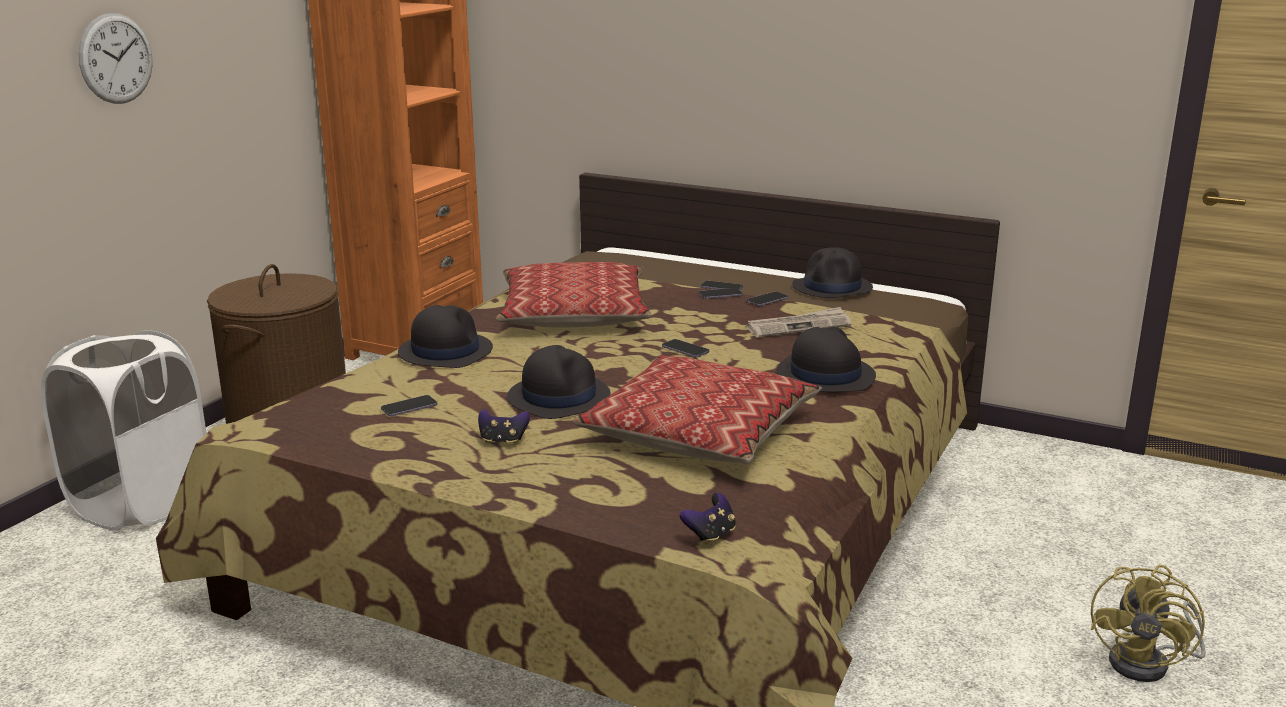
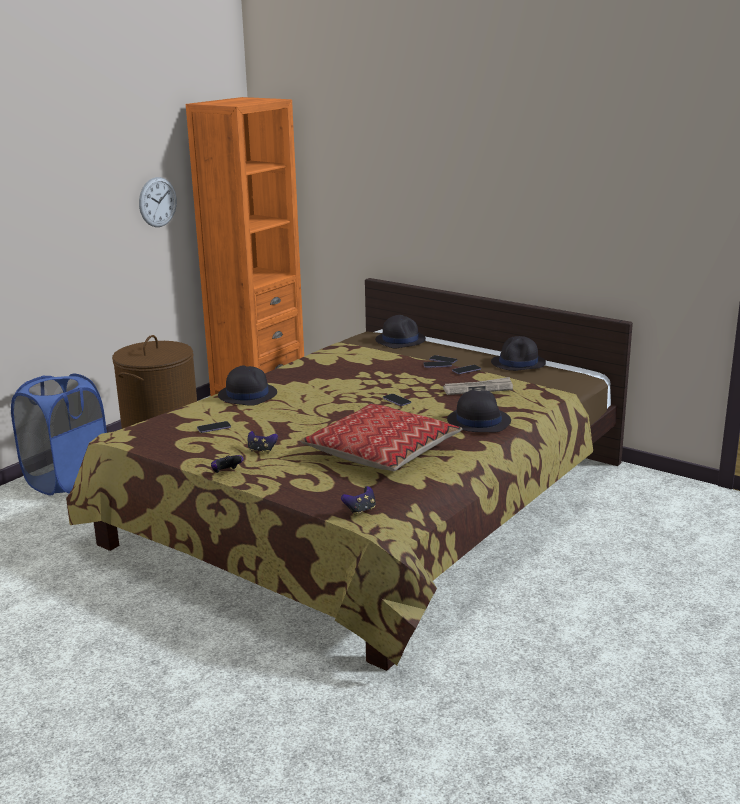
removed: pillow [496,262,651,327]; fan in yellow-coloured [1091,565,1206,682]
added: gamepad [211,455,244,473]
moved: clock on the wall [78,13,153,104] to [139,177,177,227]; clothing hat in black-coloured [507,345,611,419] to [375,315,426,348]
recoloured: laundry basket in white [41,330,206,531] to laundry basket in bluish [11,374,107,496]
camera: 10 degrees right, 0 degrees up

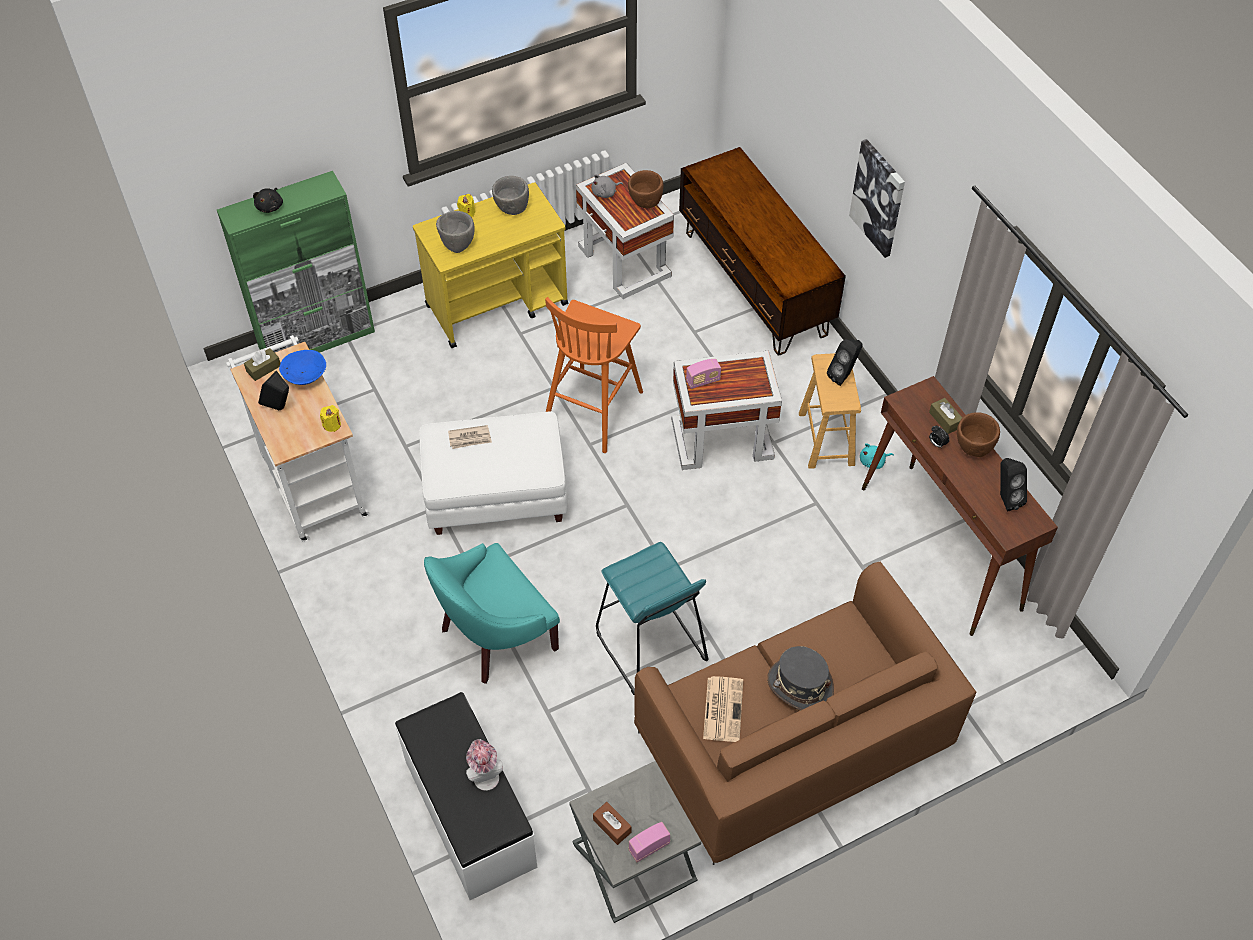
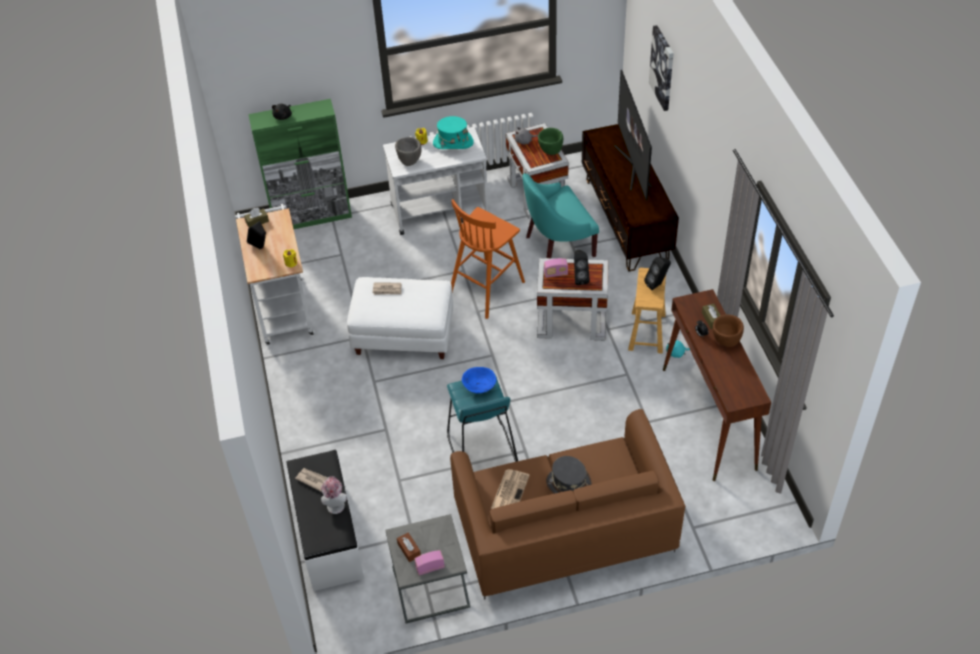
added: newspaper [295,468,327,492]; TV [614,70,652,201]
moved: bowl in bluish [279,350,326,385] to [462,367,496,393]; easy chair in turquoise-coloured [424,543,560,684] to [523,173,599,258]; speaker in black-coloured [1000,458,1027,512] to [574,250,590,285]; wall art [849,139,905,258] to [649,25,674,111]
replaced: bowl in gray [492,176,529,215] to clothing hat in turquoise-coloured [433,116,474,149]
recoloured: wheeled cart in yellow-coloured [413,182,568,348] to wheeled cart in white [383,127,488,235]; bowl in brownish [628,170,663,208] to bowl in green [538,128,563,155]
camera: 15 degrees right, 5 degrees down

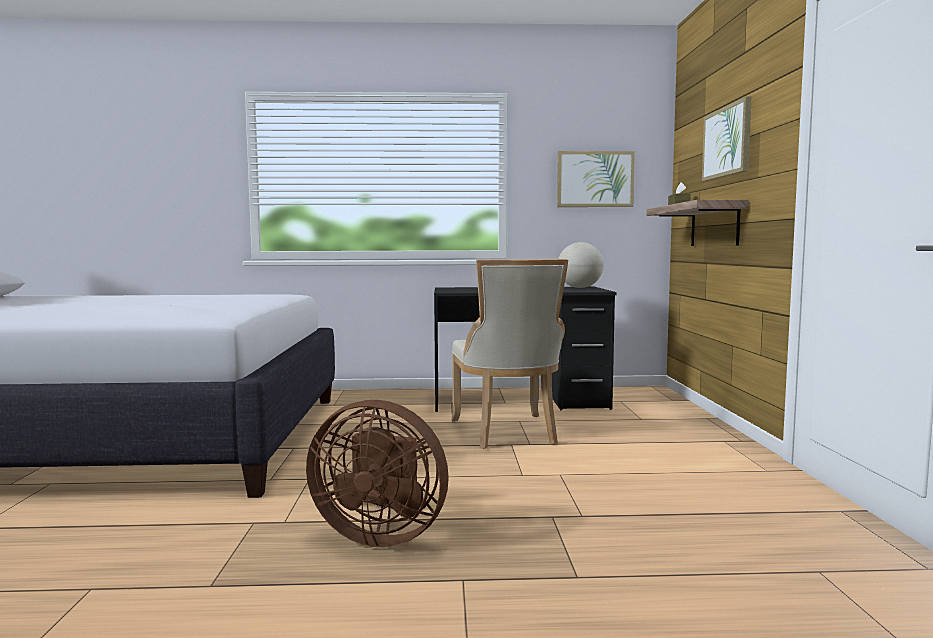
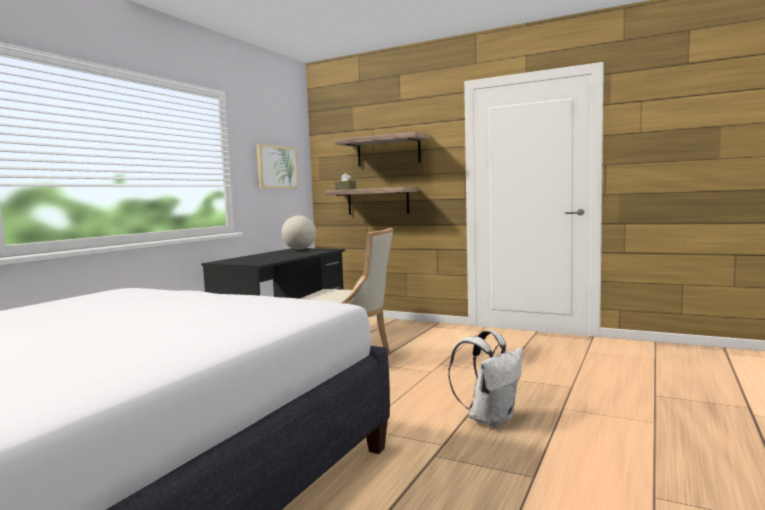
replaced: wall art [702,96,752,181] to bracket shelf [334,132,429,166]; fan in brownish [306,400,449,547] to backpack in white [448,330,523,428]
camera: 60 degrees left, 0 degrees up

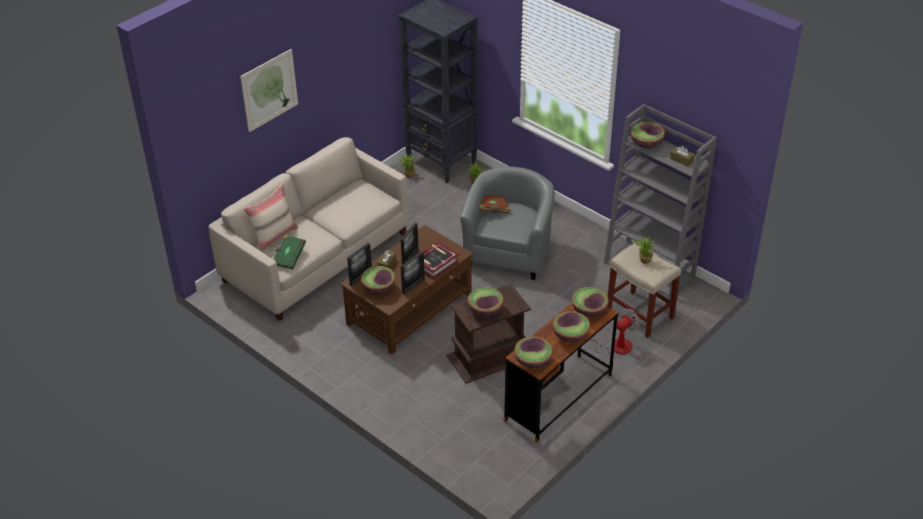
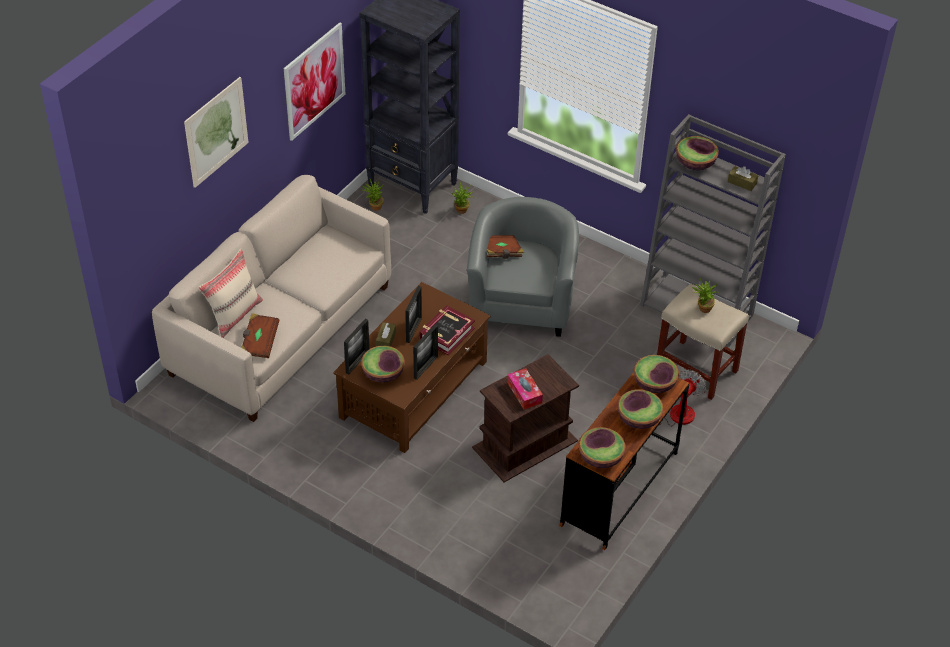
added: wall art [284,22,345,141]
replaced: bowl [468,287,504,317] to tissue holder [507,368,543,409]
recoloured: book in green [273,235,306,269] to book in brownish [241,313,280,358]
camera: 10 degrees left, 5 degrees up

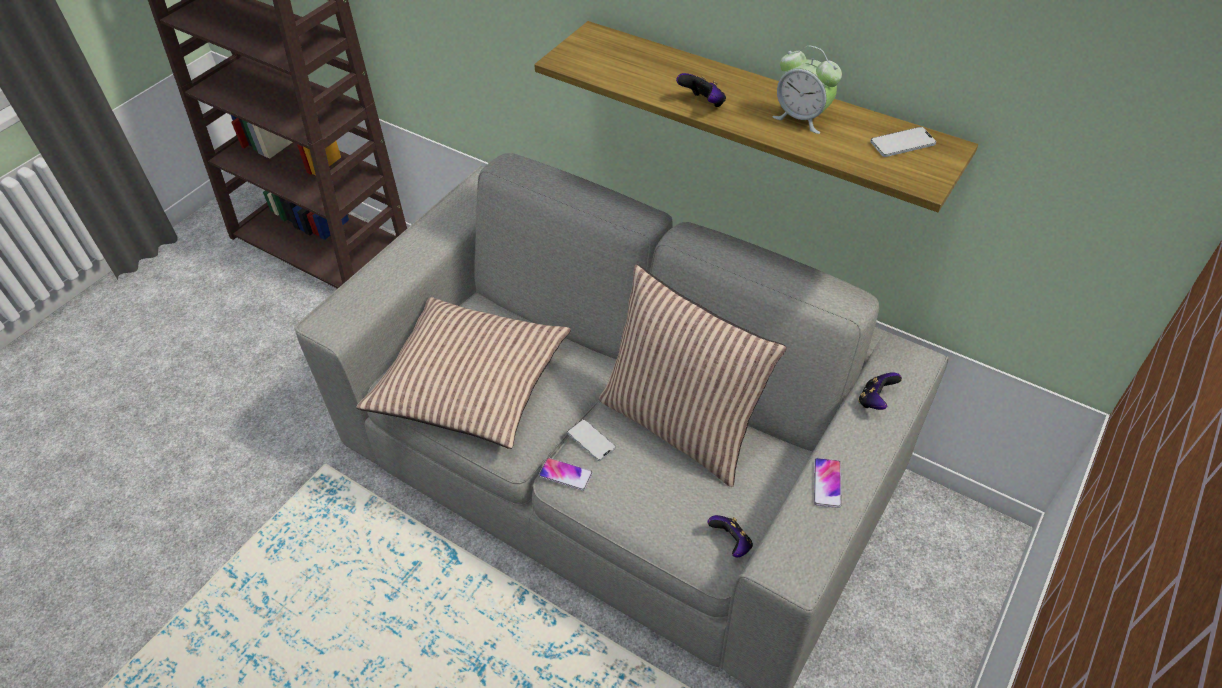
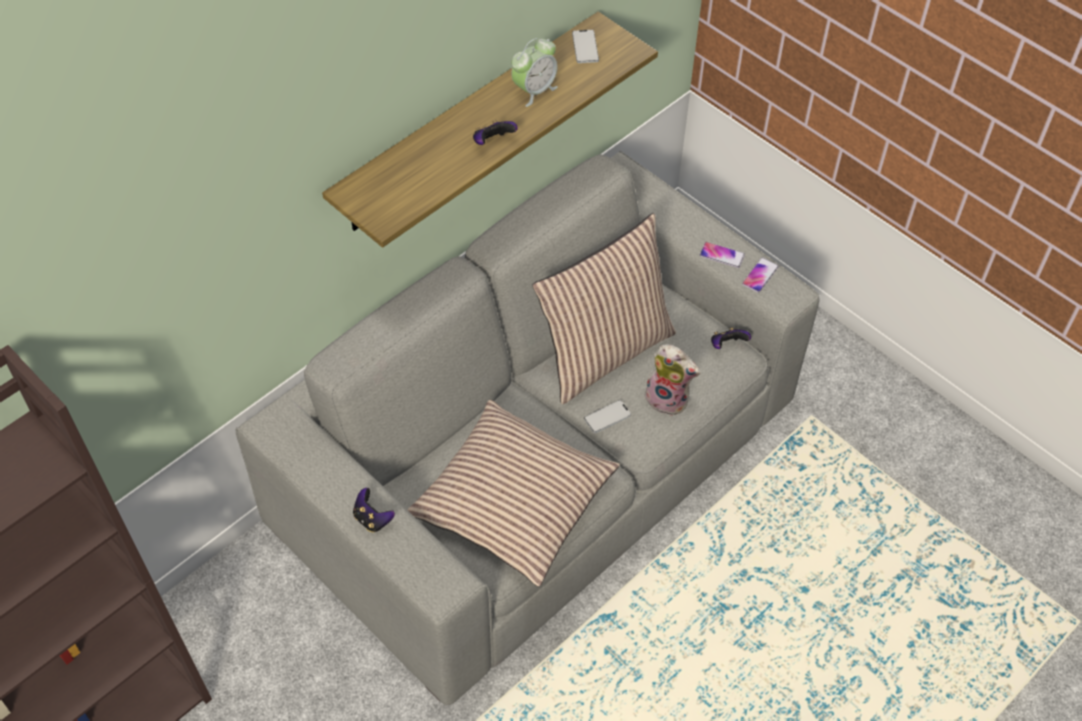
added: plush toy [645,344,700,416]
moved: gamepad [859,372,902,410] to [353,488,395,532]; handset [539,458,593,491] to [742,257,779,293]
camera: 80 degrees left, 5 degrees up

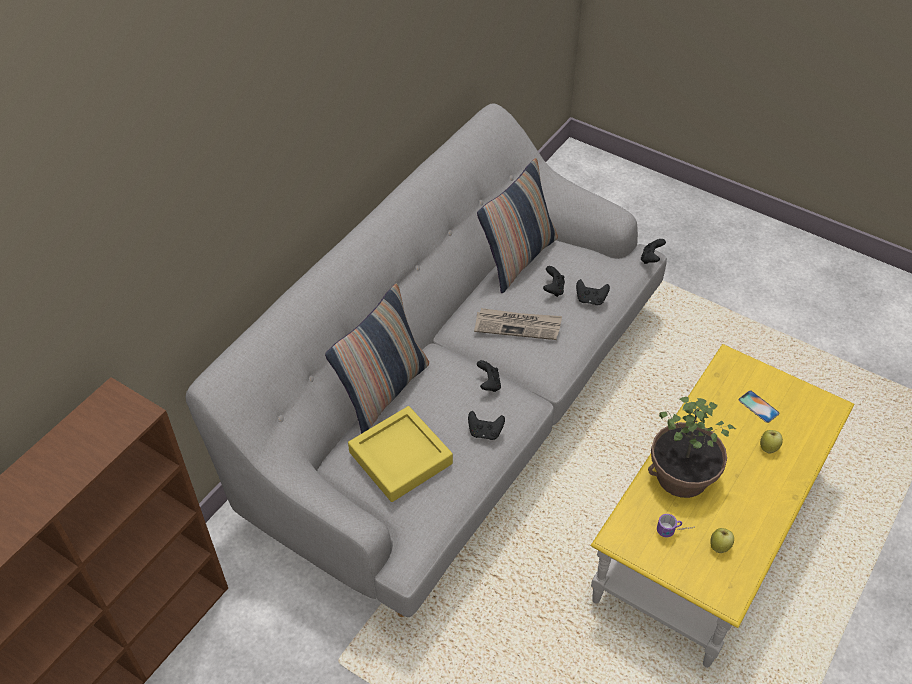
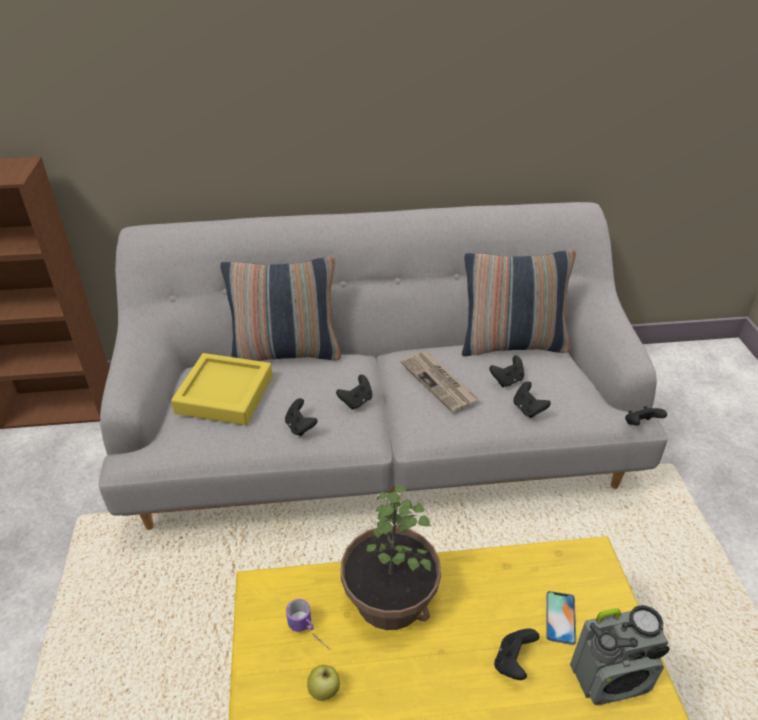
added: radio set [570,605,670,705]
replaced: apple [760,430,783,454] to gamepad in black-coloured [494,629,539,680]
camera: 50 degrees right, 10 degrees down

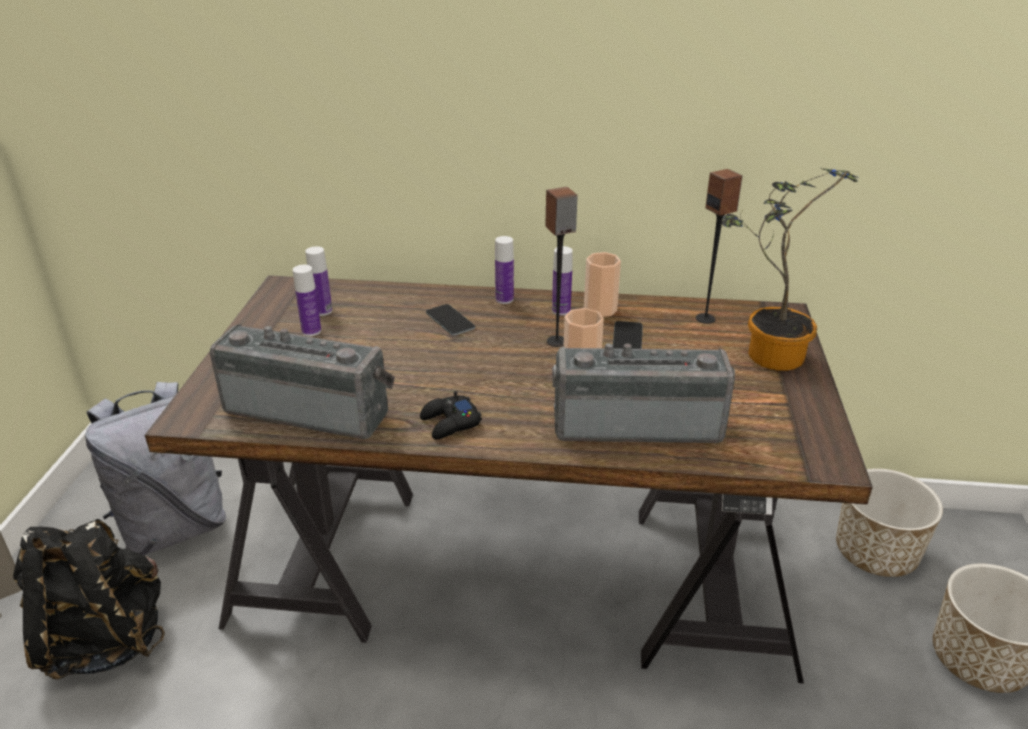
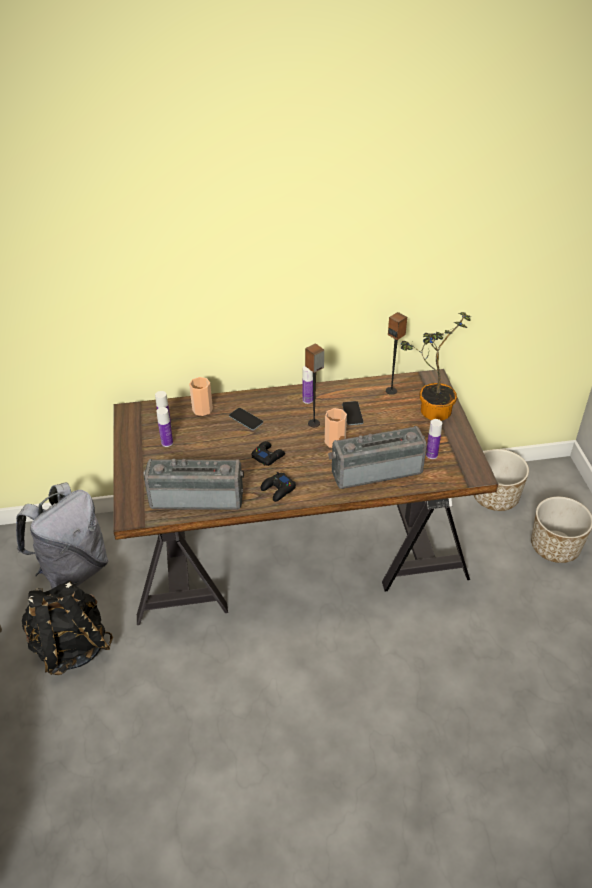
added: gamepad in black-coloured [251,441,285,466]
moved: small cup [584,252,621,317] to [189,377,213,416]; drink bottle [495,236,514,304] to [426,419,442,459]
camera: 15 degrees left, 10 degrees up

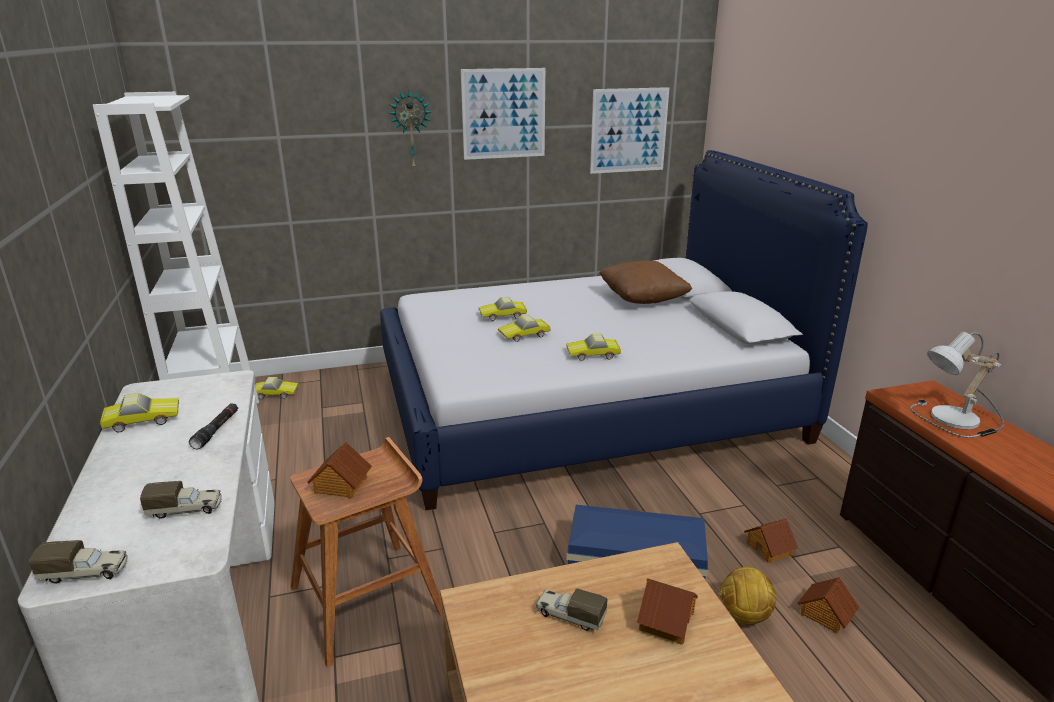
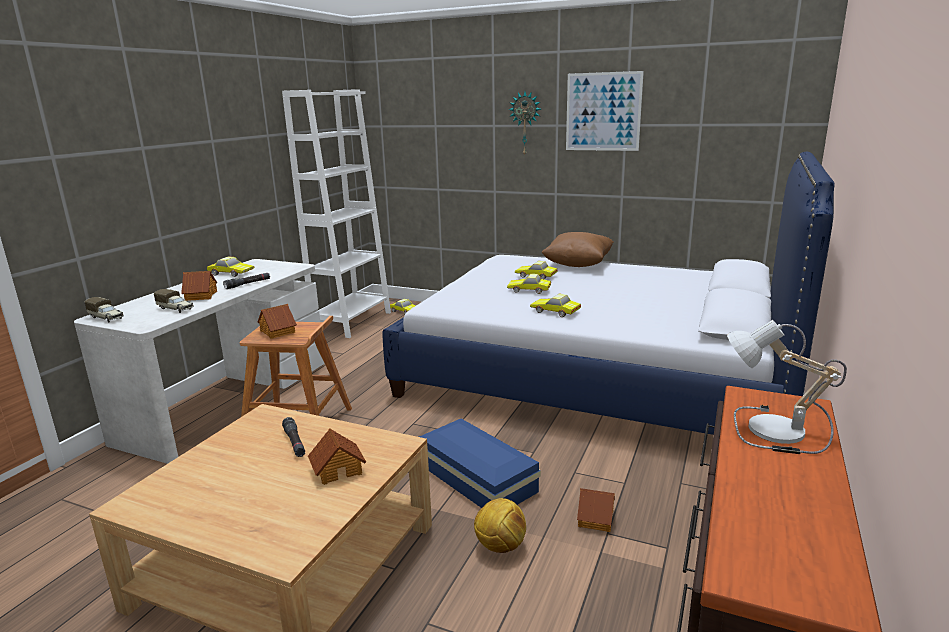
removed: wall art [590,87,669,174]
moved: model house [798,577,859,634] to [181,271,217,301]; pillow in brownish [599,261,692,304] to [541,232,614,267]
replaced: model truck [536,588,608,631] to torch in black-coloured [282,417,305,457]
camera: 40 degrees right, 5 degrees down

